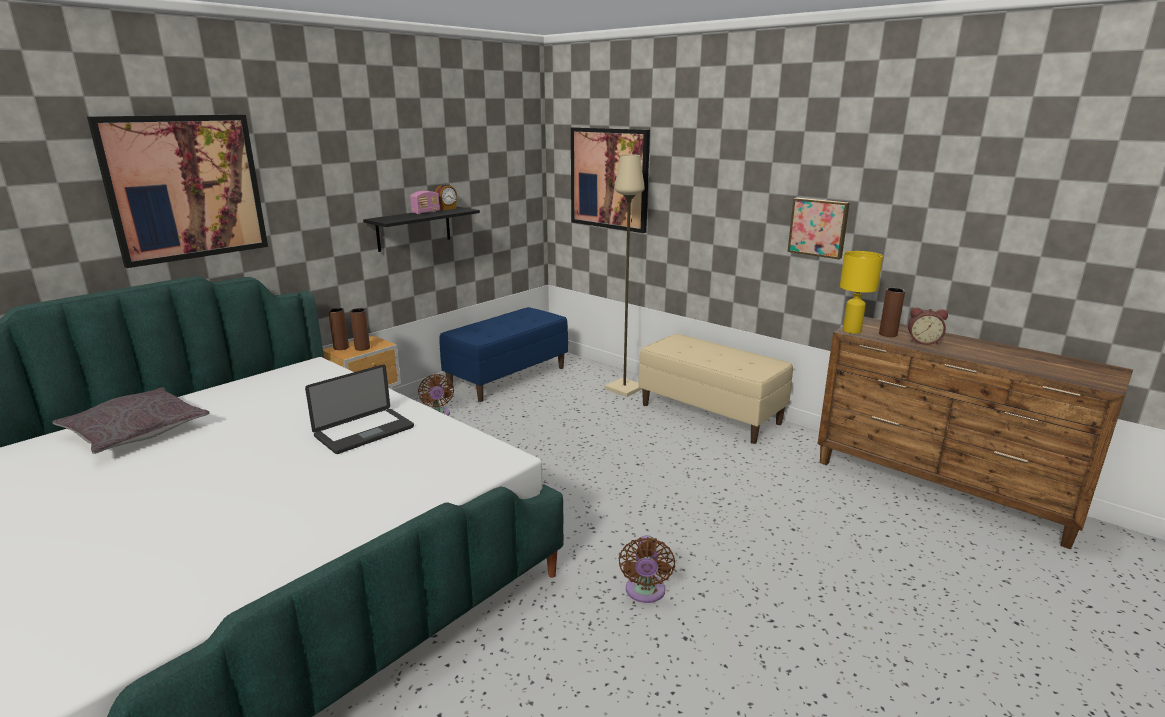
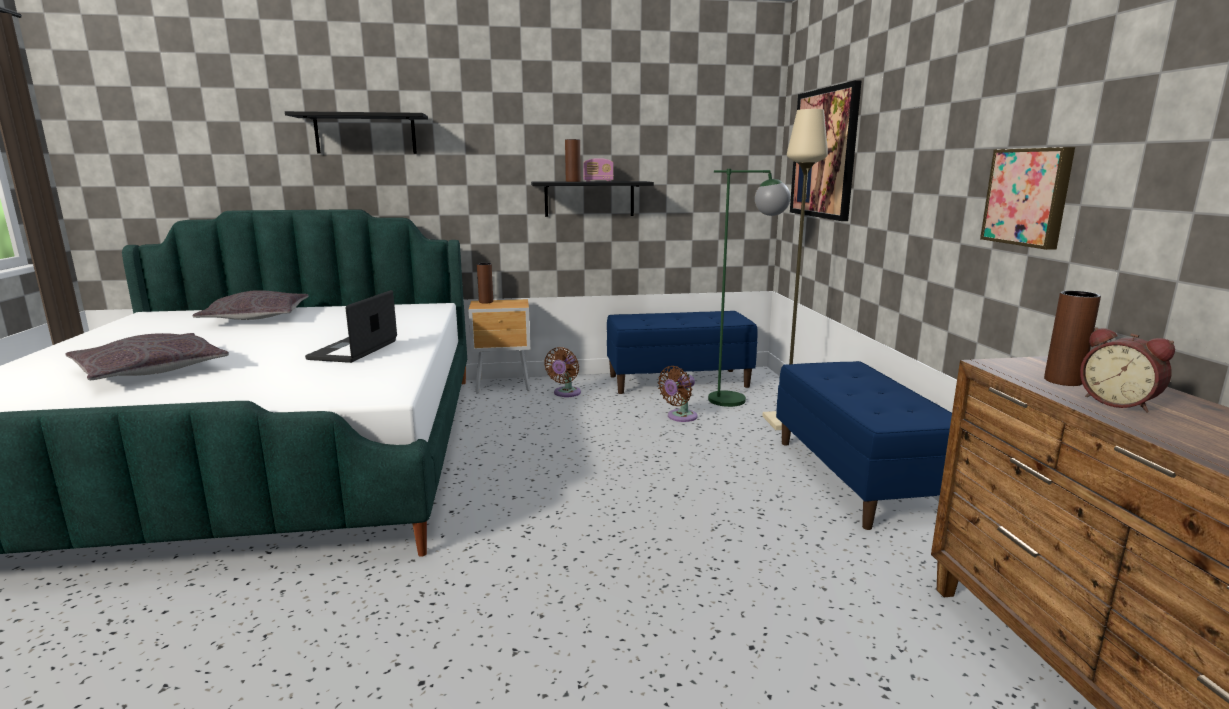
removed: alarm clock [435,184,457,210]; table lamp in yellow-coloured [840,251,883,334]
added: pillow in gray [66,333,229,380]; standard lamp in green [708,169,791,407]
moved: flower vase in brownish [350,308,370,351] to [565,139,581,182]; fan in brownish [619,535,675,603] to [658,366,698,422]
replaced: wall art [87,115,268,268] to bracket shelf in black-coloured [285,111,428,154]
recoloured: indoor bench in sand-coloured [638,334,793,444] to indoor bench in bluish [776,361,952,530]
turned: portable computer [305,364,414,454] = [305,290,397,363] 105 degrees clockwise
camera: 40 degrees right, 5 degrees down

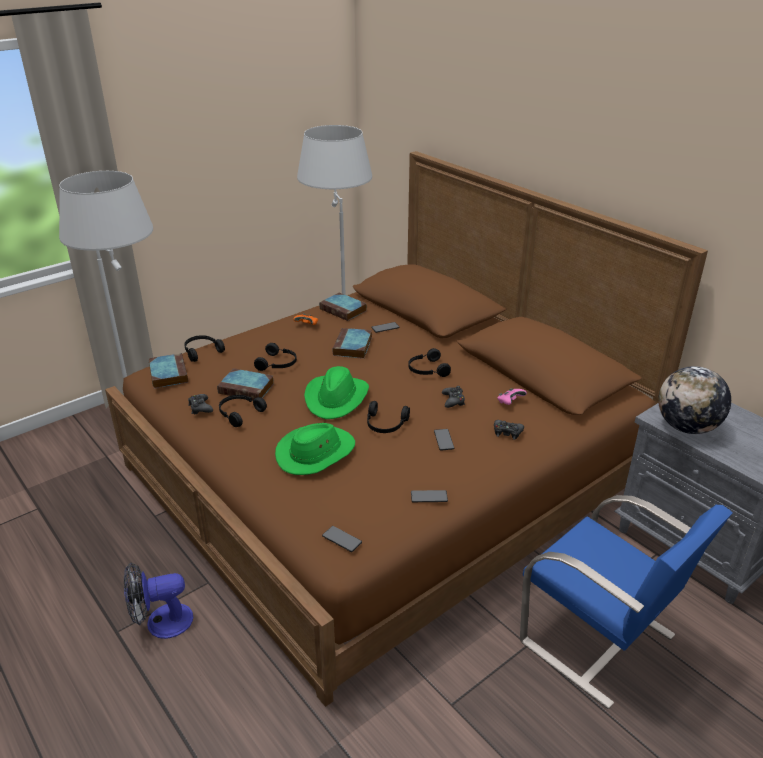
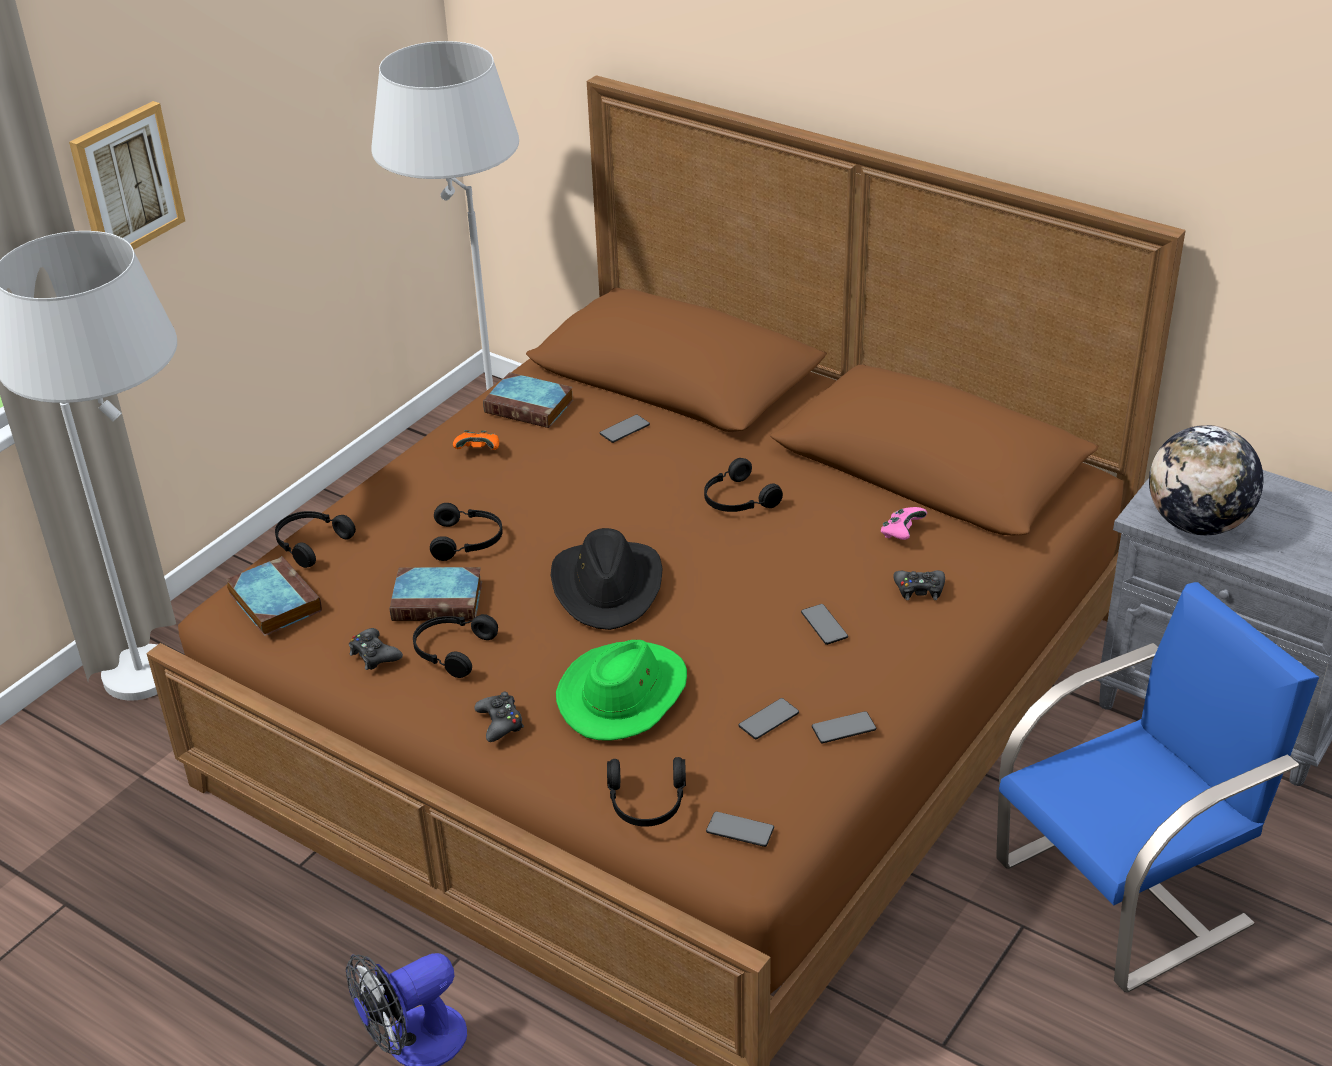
removed: book [333,328,372,359]
added: wall art [69,101,185,250]; handset [739,698,799,739]
moved: gamepad in black-coloured [442,386,465,408] to [475,692,524,742]; pair of headphones in black-coloured [367,401,410,433] to [607,757,686,827]
recoloured: clothing hat in green [304,366,369,419] to clothing hat in black-coloured [551,528,663,630]
turned: chair in bluish [520,495,732,709] = [996,582,1319,992] 60 degrees counterclockwise
camera: 15 degrees left, 5 degrees up

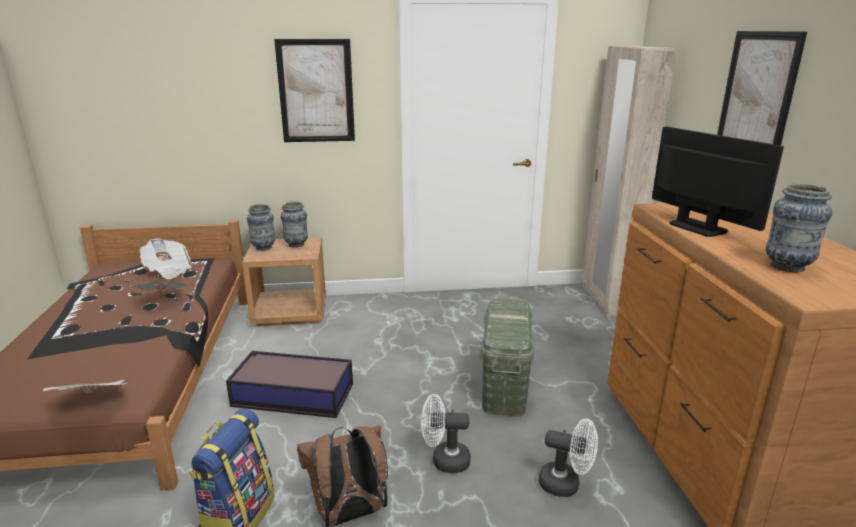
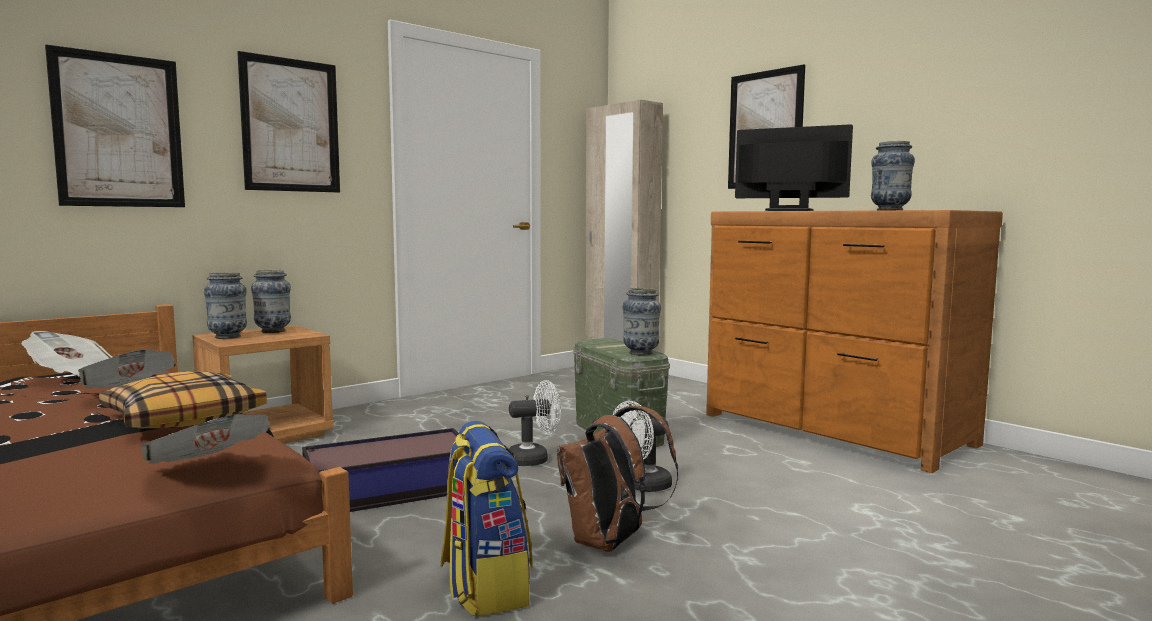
added: wall art [45,44,185,207]; pillow [99,371,267,428]; flower vase [623,288,661,356]
moved: fan in white [539,419,598,497] to [509,380,561,466]
camera: 35 degrees left, 15 degrees down

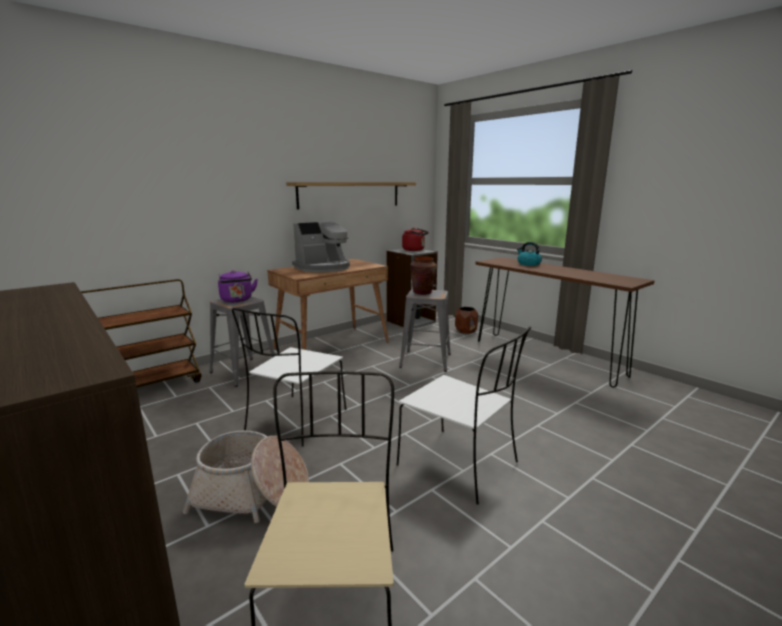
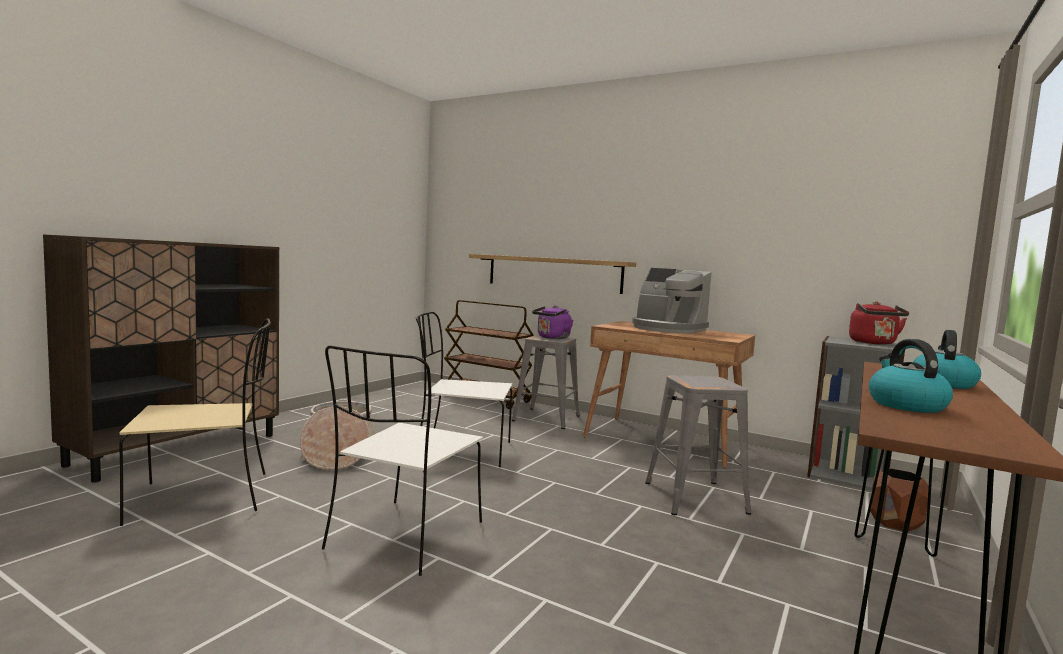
removed: flower vase in brownish [410,256,437,295]
added: kettle [869,339,953,413]
moved: bracket shelf [286,182,416,210] to [469,254,636,294]
camera: 70 degrees right, 10 degrees down

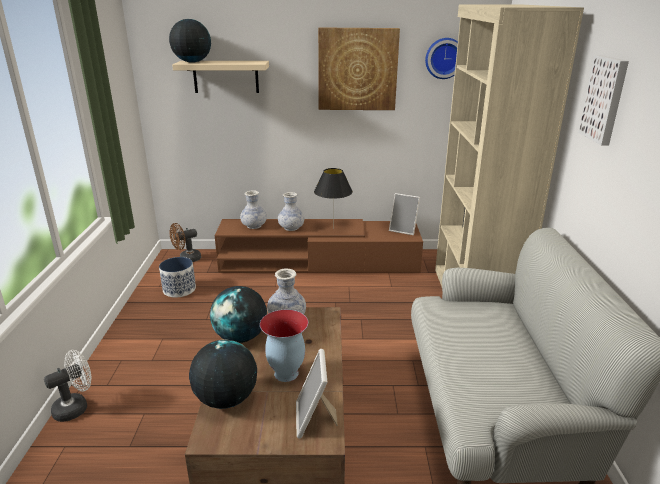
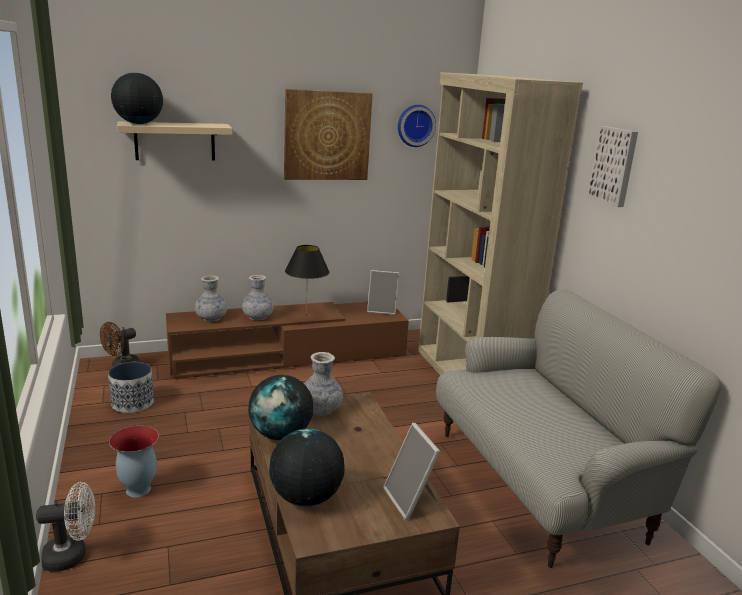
moved: flower vase [260,310,308,382] to [109,426,159,497]
turned: fan in white [44,350,92,422] = [36,482,95,572] 45 degrees clockwise
camera: 20 degrees left, 5 degrees down

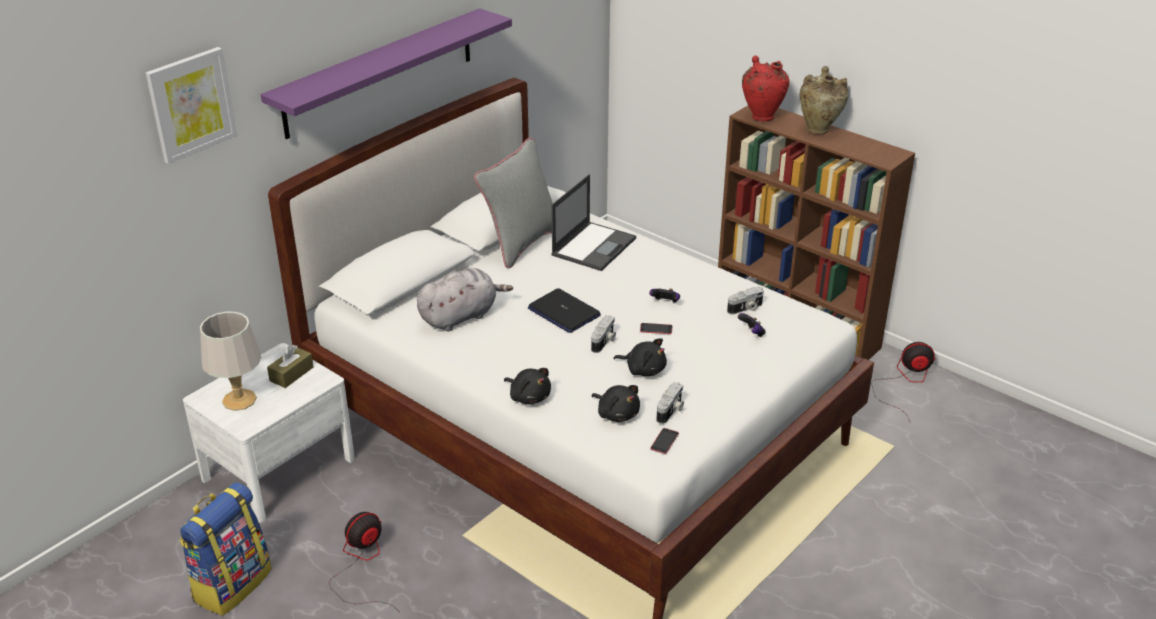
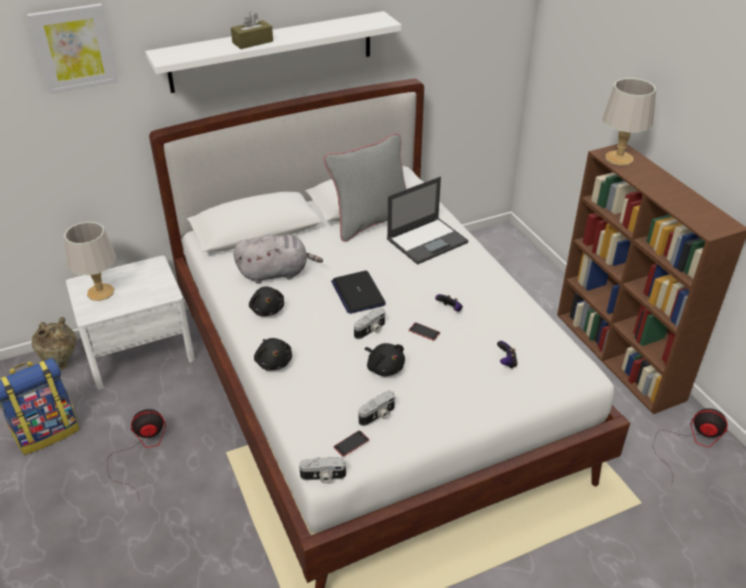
moved: flower vase in sand-coloured [800,66,848,134] to [32,317,76,370]; tissue holder in brownish [267,345,313,388] to [231,12,273,49]; plush toy in black-coloured [591,385,640,422] to [249,287,284,316]; still camera [727,286,764,314] to [299,457,346,484]
replaced: flower vase in red [742,55,789,121] to table lamp in gray [602,78,656,166]
recoloured: bracket shelf in purple-coloured [261,8,512,139] to bracket shelf in white [145,11,401,93]
camera: 25 degrees right, 5 degrees up

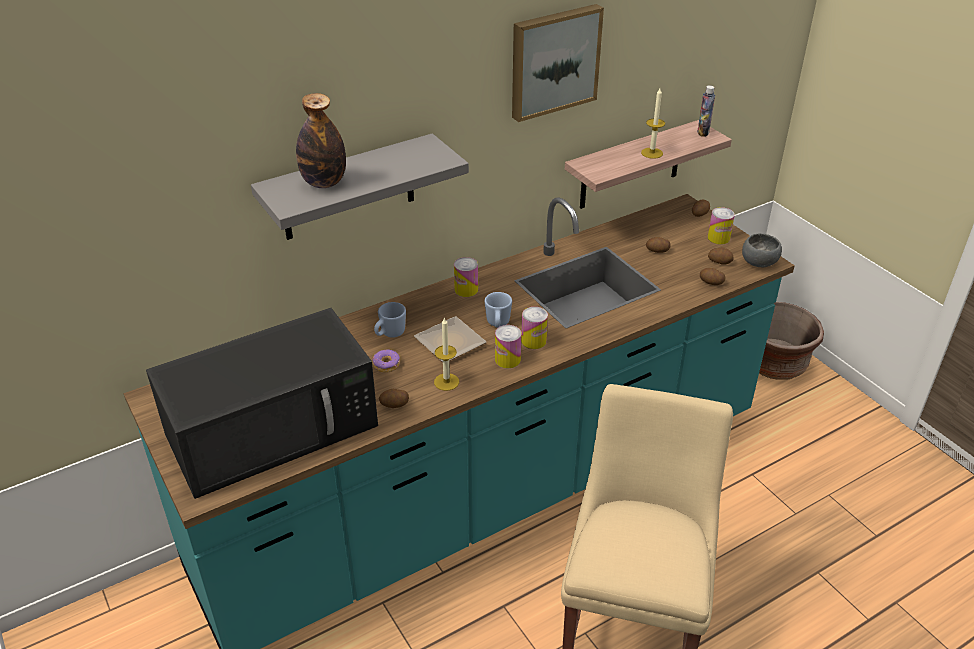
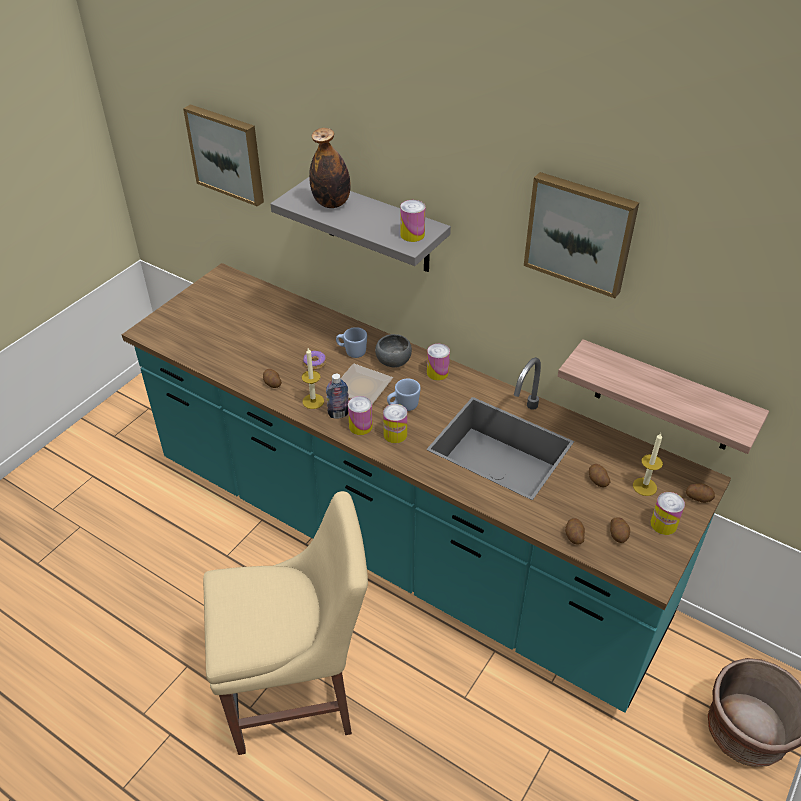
removed: microwave in black-coloured [146,308,378,499]
added: wall art [183,104,264,207]; metal can [400,200,425,242]
moved: drink bottle [697,85,715,137] to [326,374,349,419]; bowl in gray [742,233,782,267] to [375,334,412,367]; wax candle [641,88,665,159] to [633,433,663,496]
camera: 65 degrees right, 5 degrees up

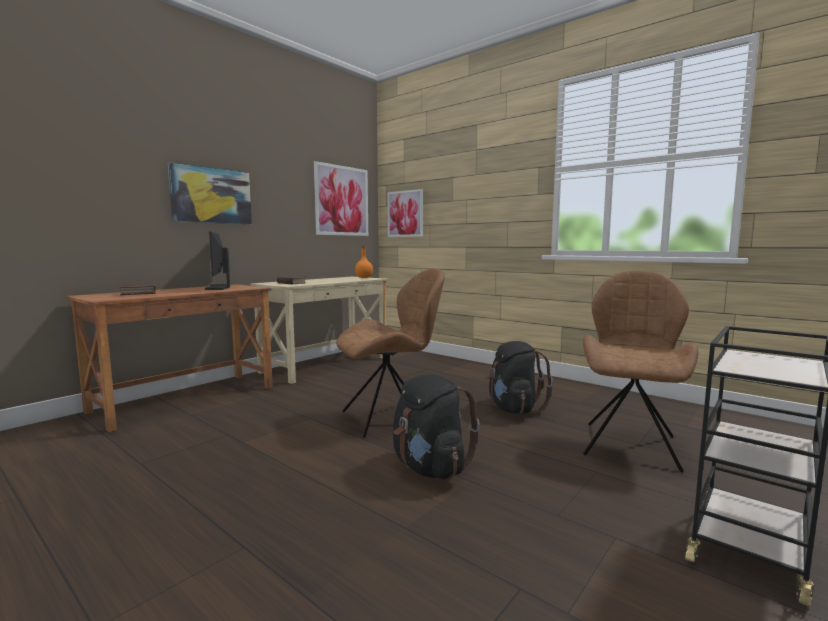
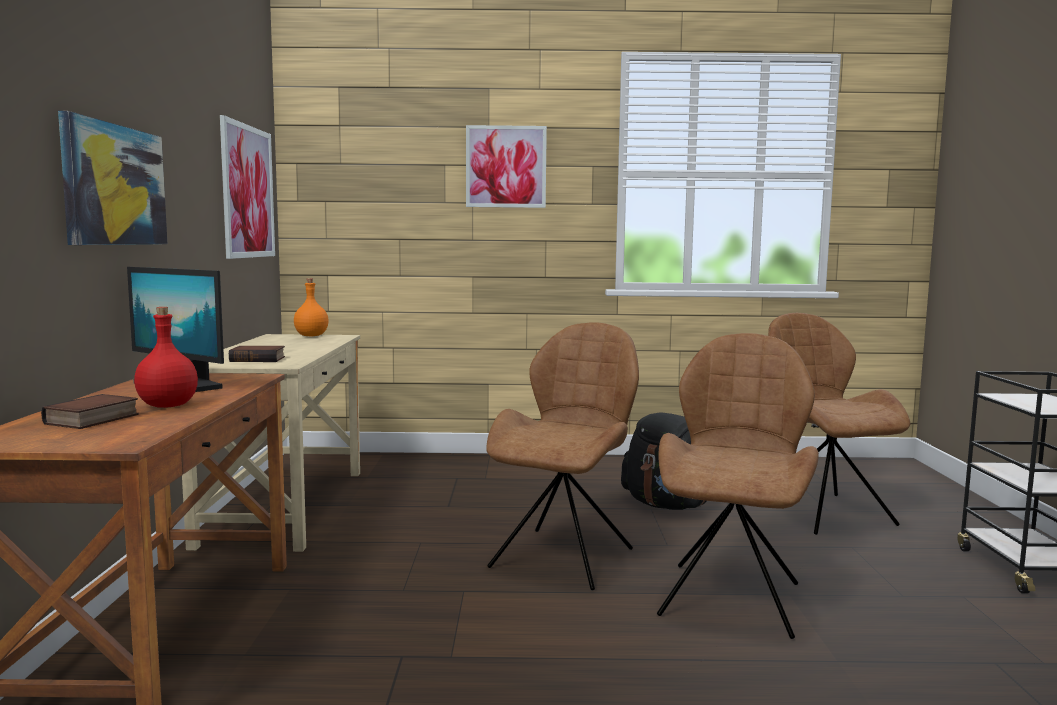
added: drink bottle in red [134,307,198,408]
moved: wall art [387,189,423,237] to [466,125,547,208]
replaced: backpack in black-coloured [393,374,480,479] to chair in brownish [657,333,819,639]
camera: 40 degrees left, 0 degrees up

